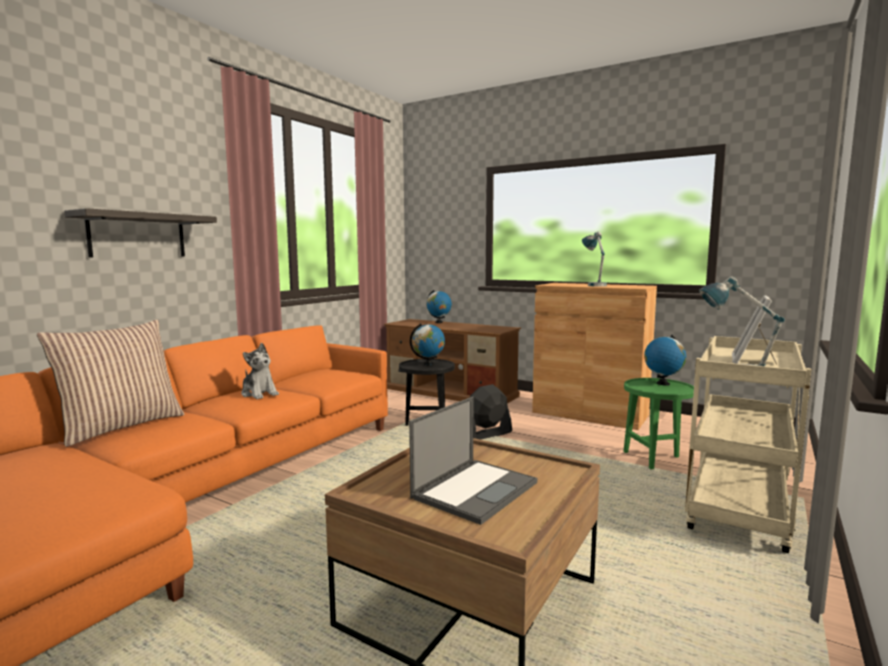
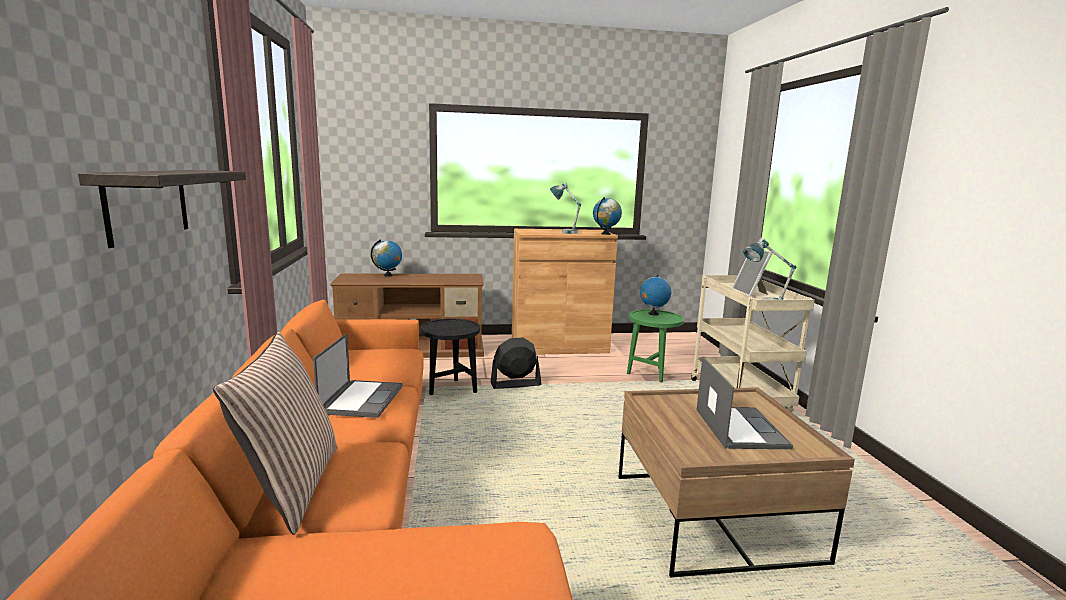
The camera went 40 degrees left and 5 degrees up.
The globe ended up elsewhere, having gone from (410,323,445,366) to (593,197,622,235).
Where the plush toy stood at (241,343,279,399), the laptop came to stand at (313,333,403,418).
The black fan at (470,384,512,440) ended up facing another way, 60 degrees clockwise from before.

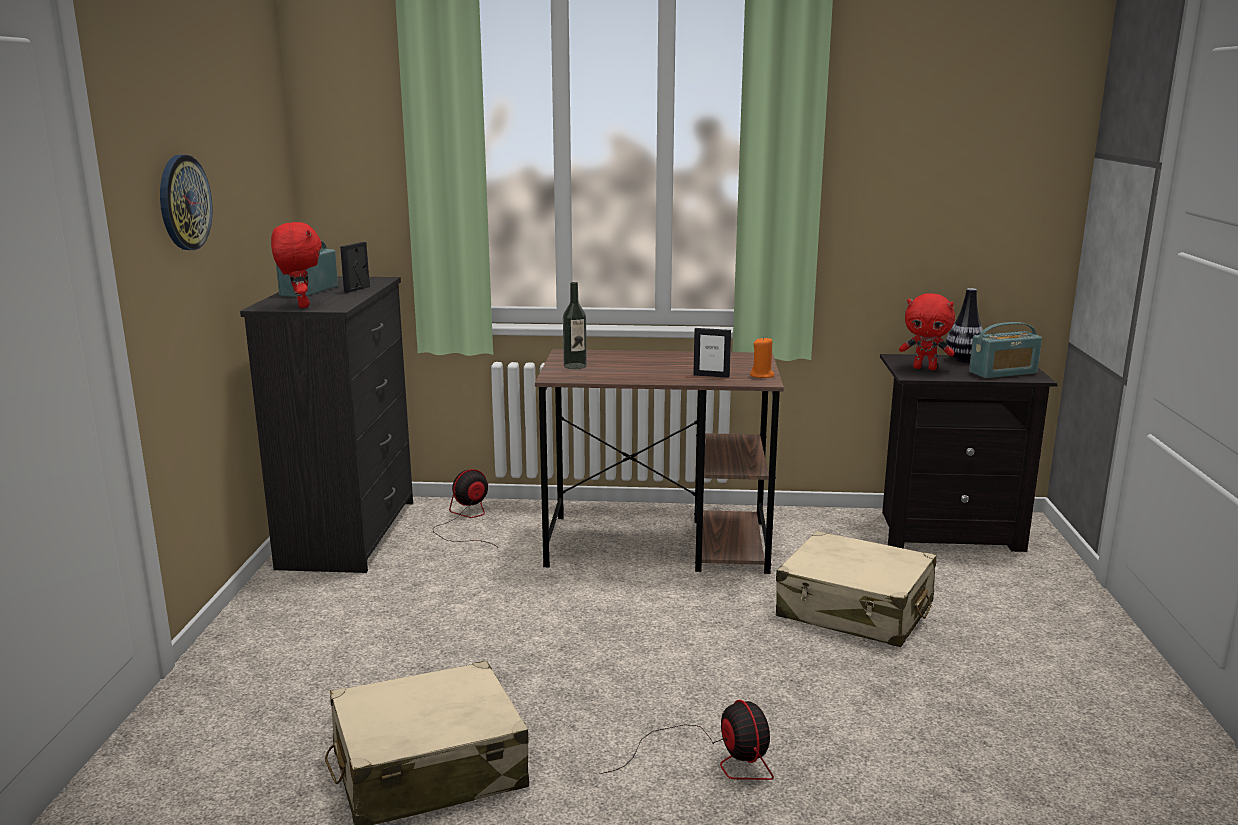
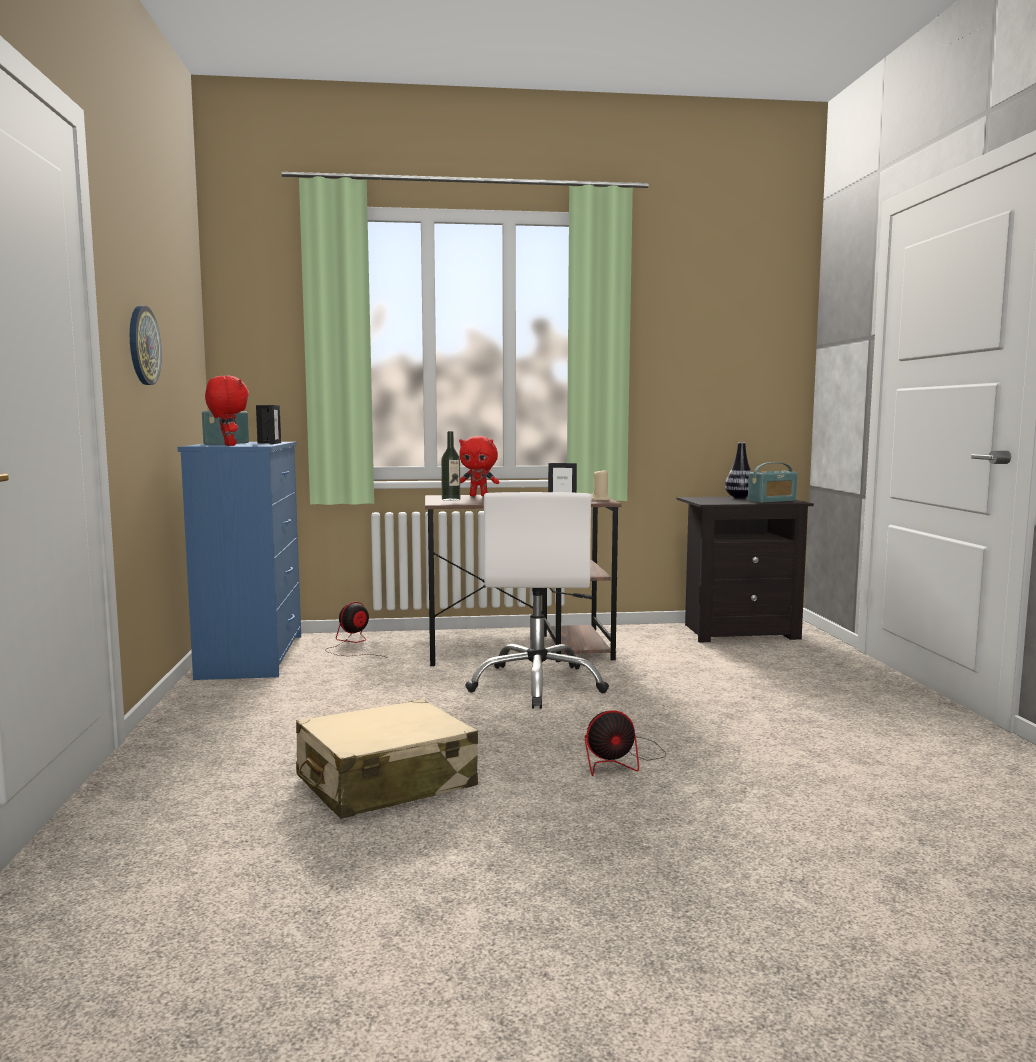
The camera went 10 degrees left and 10 degrees down.
The second view lost the sand-coloured travel case at (776,531,936,647).
The second view gained the standing frame at (268,405,281,444).
The second view gained the white-coloured office chair at (465,492,609,709).
The red plush toy ended up elsewhere, having gone from (899,293,955,370) to (459,436,499,496).
What was the black dresser at (240,276,413,573) turned into the blue-coloured dresser at (177,442,301,680).
What was the orange-coloured wax candle at (750,337,774,378) turned into the sand-coloured wax candle at (592,470,610,501).
The fan at (599,700,774,780) ended up facing another way, 105 degrees clockwise from before.

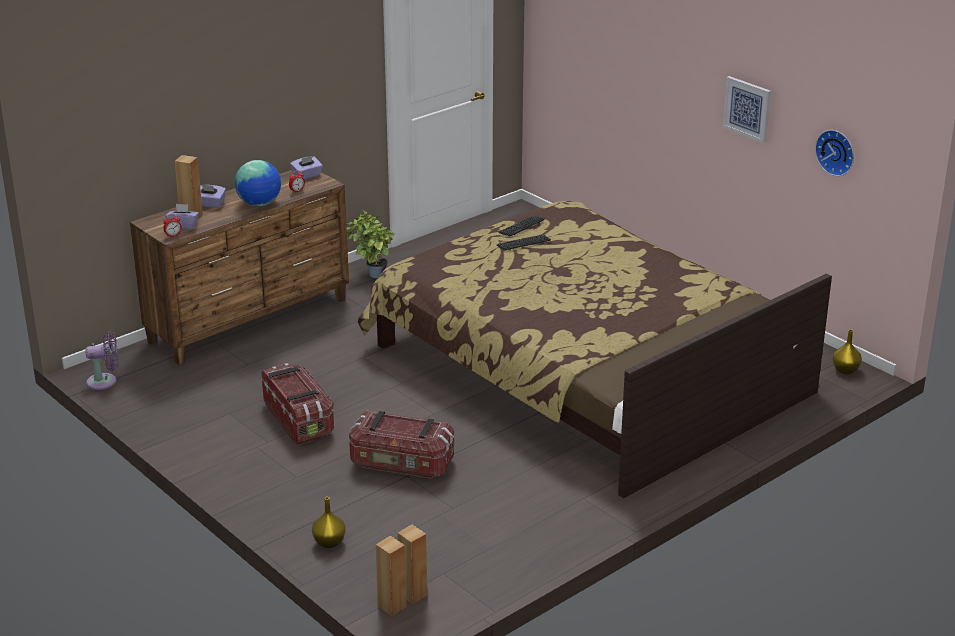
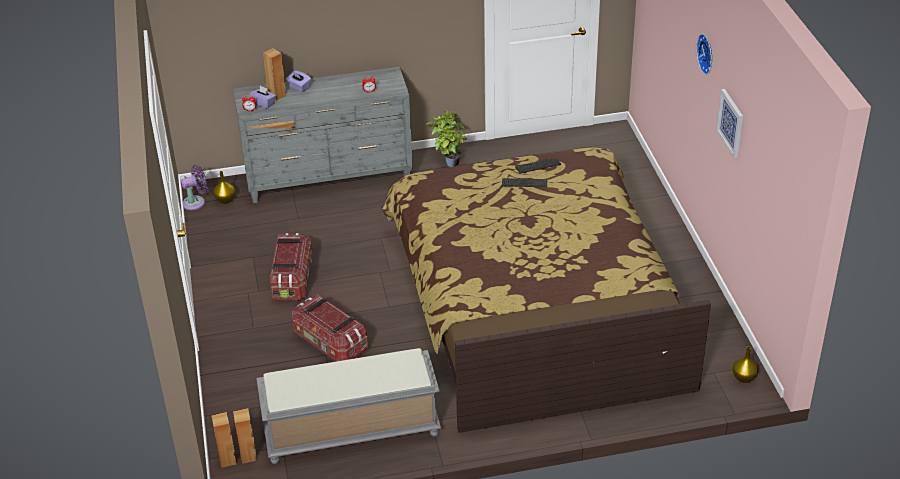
The camera went 30 degrees right and 10 degrees up.
The second view lost the globe at (235,160,281,206).
The second view lost the purple box of tissues at (290,156,323,180).
The second view gained the grey long seat at (256,348,441,464).
The yellowish flower vase ended up elsewhere, having gone from (312,497,346,548) to (213,171,235,204).
The clock on the wall ended up elsewhere, having gone from (815,130,854,176) to (696,34,712,75).
What was the brown-coloured dresser at (130,170,349,365) turned into the grey dresser at (233,67,413,203).
The purple fan at (85,331,118,390) ended up facing another way, 45 degrees counterclockwise from before.

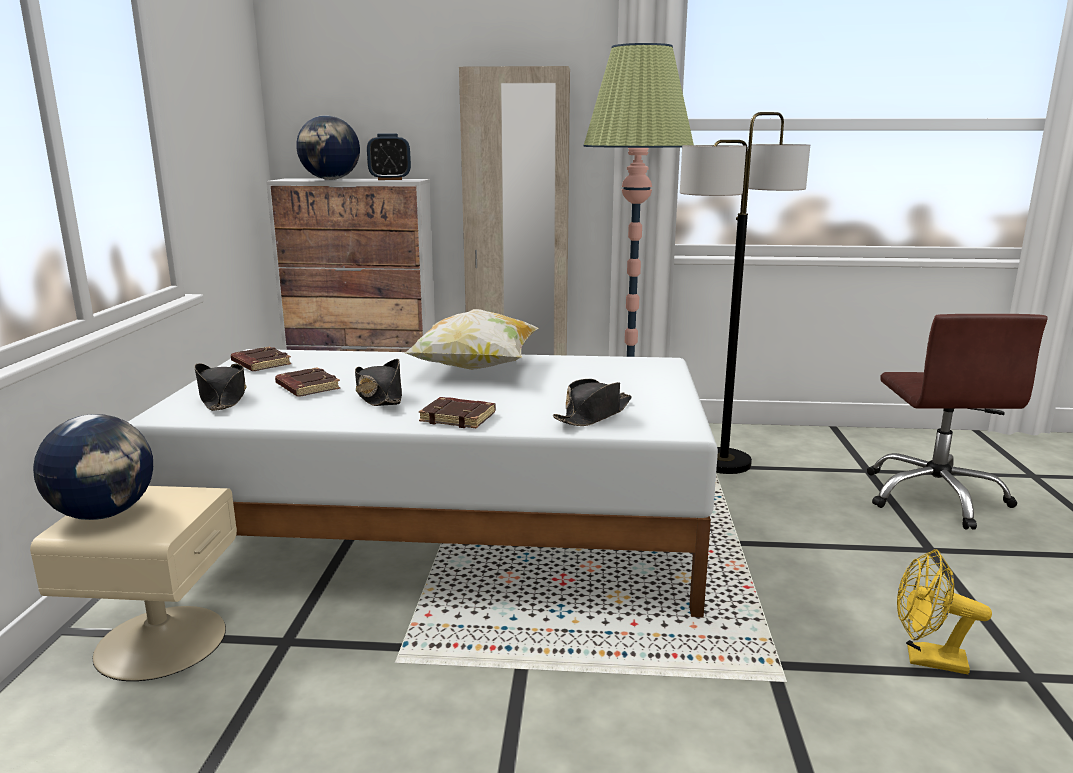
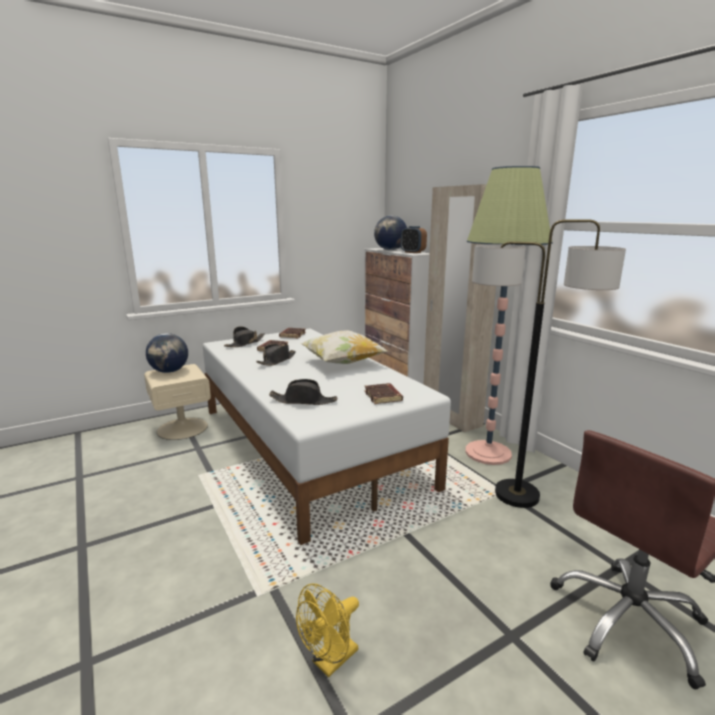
The camera went 55 degrees right and 0 degrees up.
The brown-coloured book ended up elsewhere, having gone from (419,397,496,428) to (364,383,403,404).
The yellowish fan at (897,549,992,674) ended up facing another way, 120 degrees counterclockwise from before.

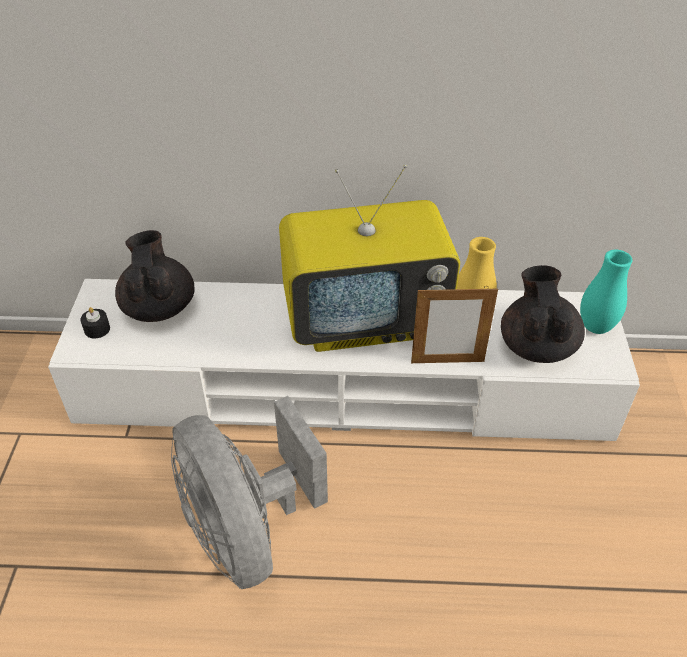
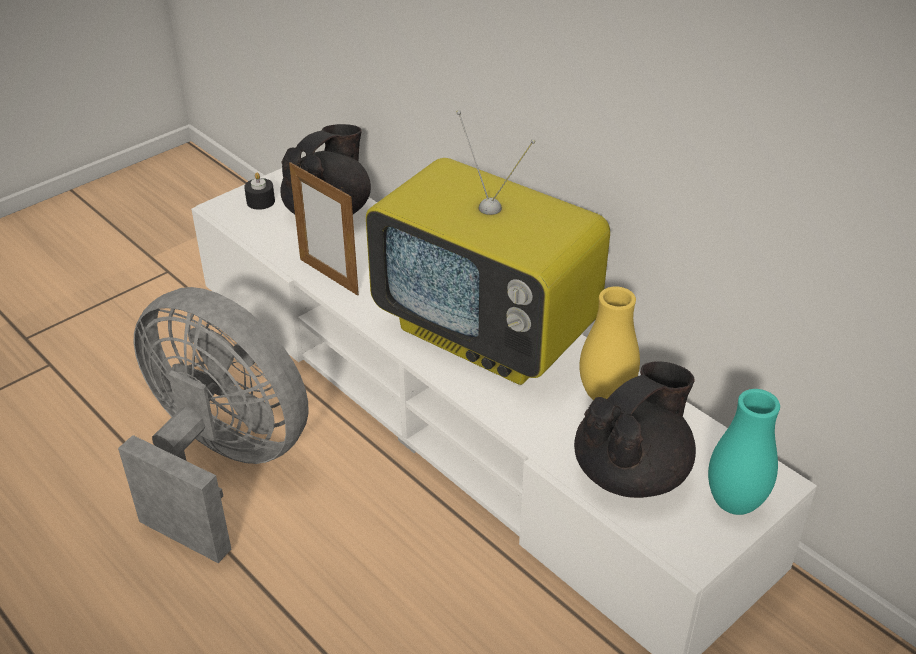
The camera went 45 degrees right and 5 degrees down.
The standing frame ended up elsewhere, having gone from (411,287,498,363) to (289,162,359,296).
The grey fan at (171,396,328,589) ended up facing another way, 105 degrees clockwise from before.

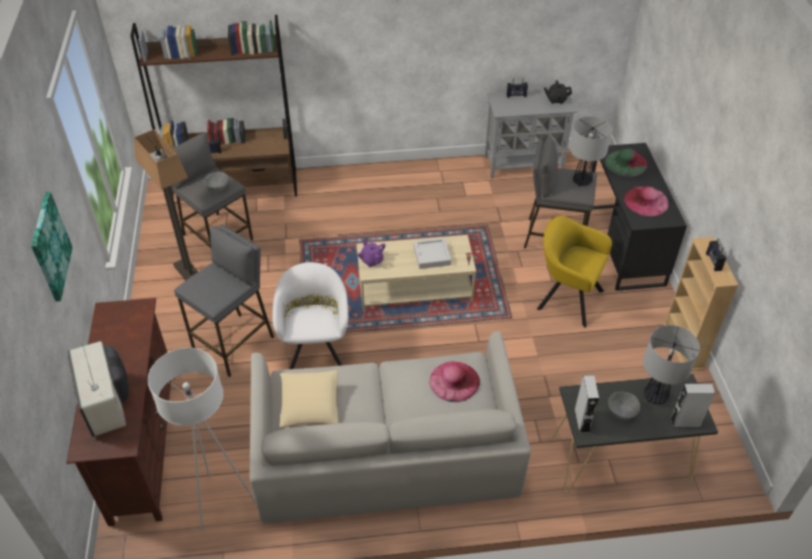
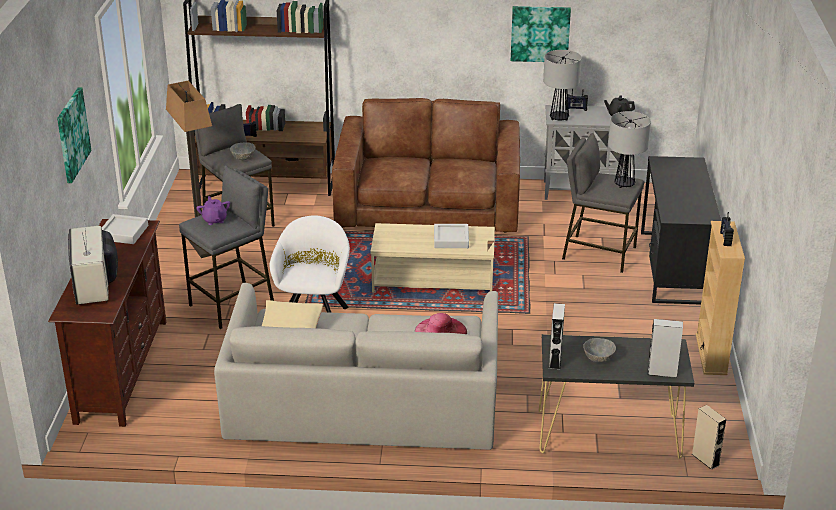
The camera went 10 degrees right and 15 degrees down.
The second view lost the white-coloured standard lamp at (148,348,257,532).
The second view lost the yellowish armchair at (537,216,612,327).
The second view lost the green wearable hat at (606,148,648,177).
The second view lost the pink-coloured wearable hat at (624,186,669,216).
The second view gained the grey tray at (102,214,148,244).
The second view gained the brown-coloured settee at (332,98,520,232).
The second view gained the wall art at (511,6,571,62).
The second view gained the sand-coloured audio speaker at (692,405,726,470).
The purple tea pot ended up elsewhere, having gone from (358,239,385,267) to (196,196,230,225).
The table lamp ended up elsewhere, having gone from (643,325,700,404) to (543,50,582,121).

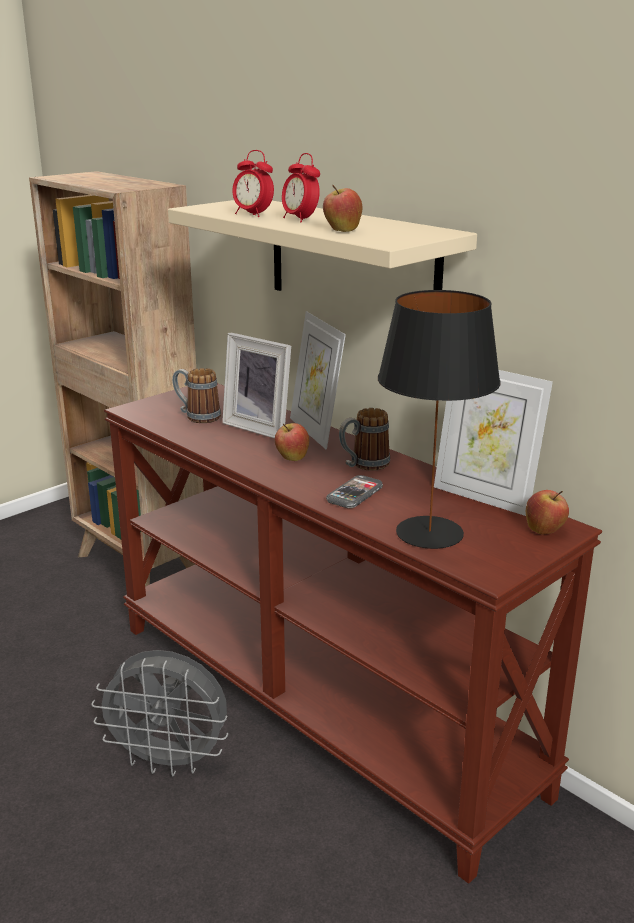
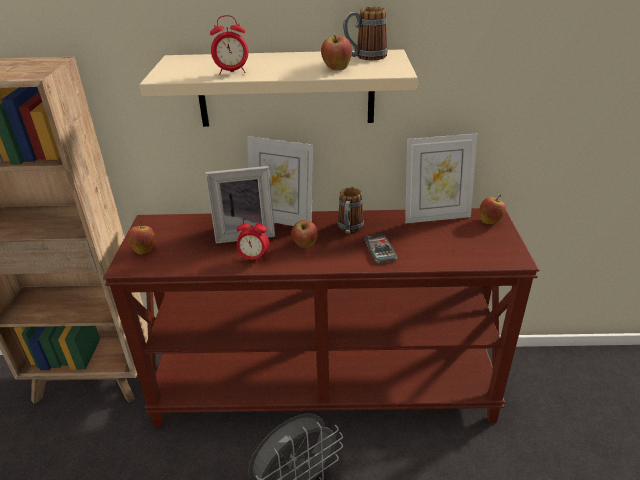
The camera went 45 degrees left and 10 degrees up.
The second view lost the black table lamp at (378,290,501,549).
The second view gained the whole apple at (128,221,155,254).
The coffee mug ended up elsewhere, having gone from (172,368,221,423) to (343,7,388,60).
The bedside clock ended up elsewhere, having gone from (282,153,320,222) to (237,216,269,263).

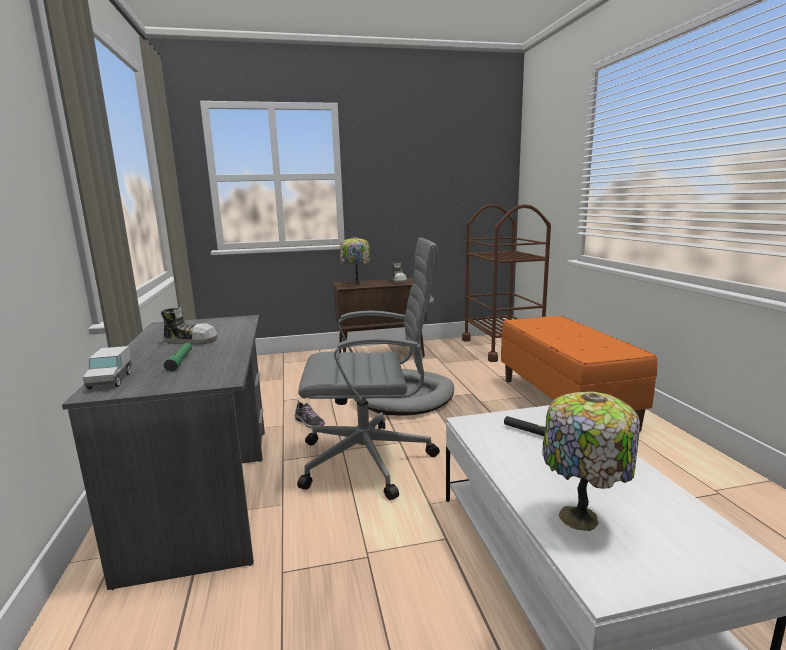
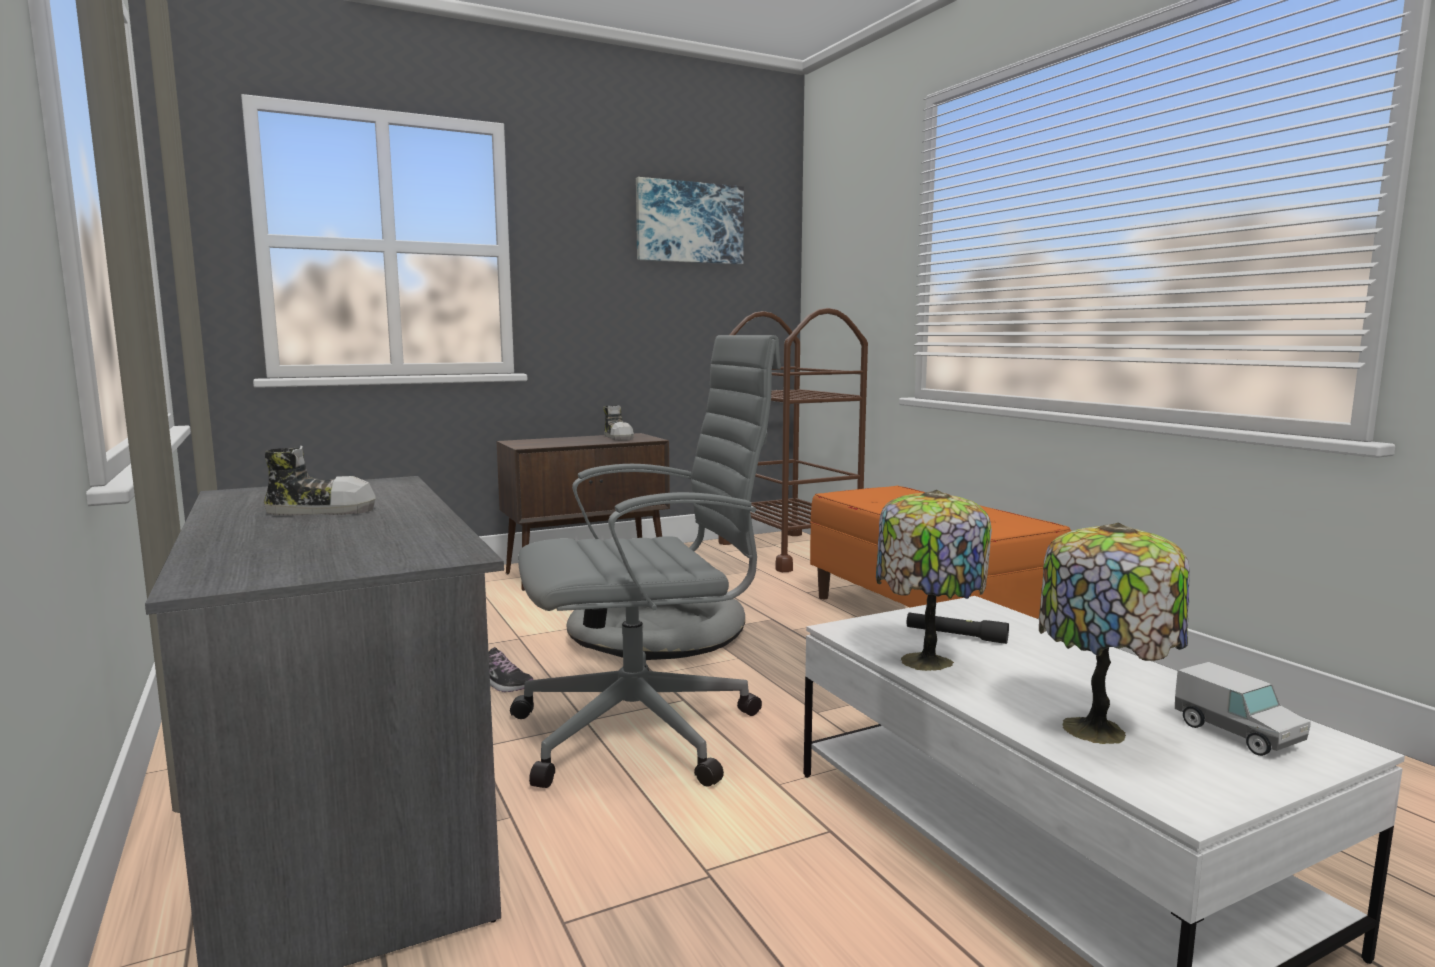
The camera went 15 degrees left and 5 degrees down.
The second view lost the green torch at (164,343,192,372).
The second view gained the wall art at (636,177,744,264).
The toy truck ended up elsewhere, having gone from (83,346,132,390) to (1175,662,1311,756).
The table lamp ended up elsewhere, having gone from (340,237,370,286) to (876,490,992,671).

